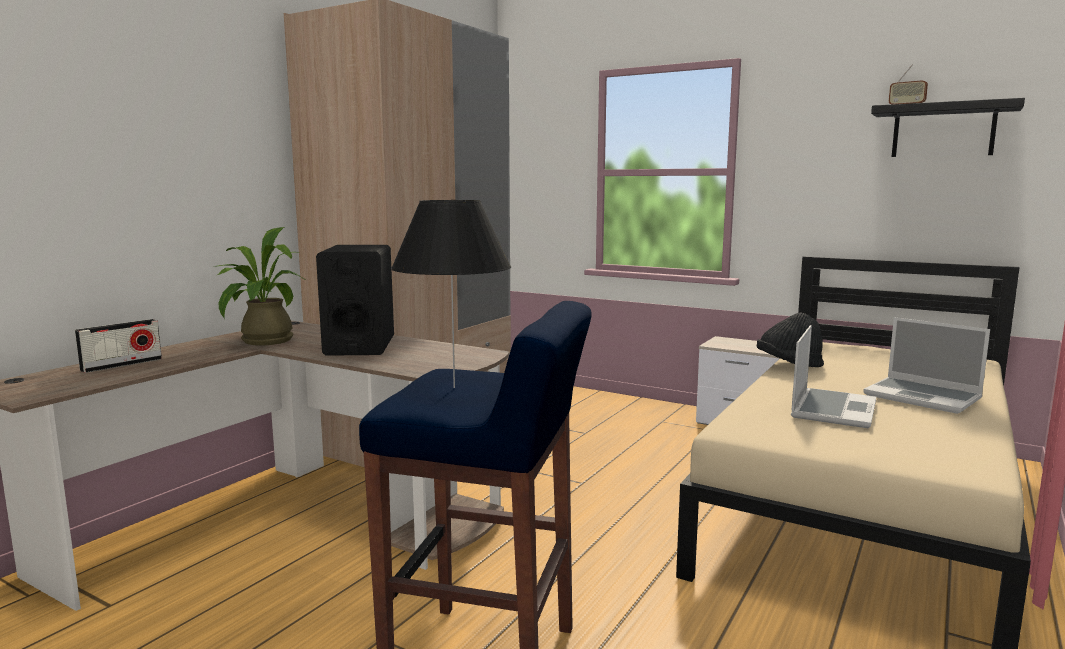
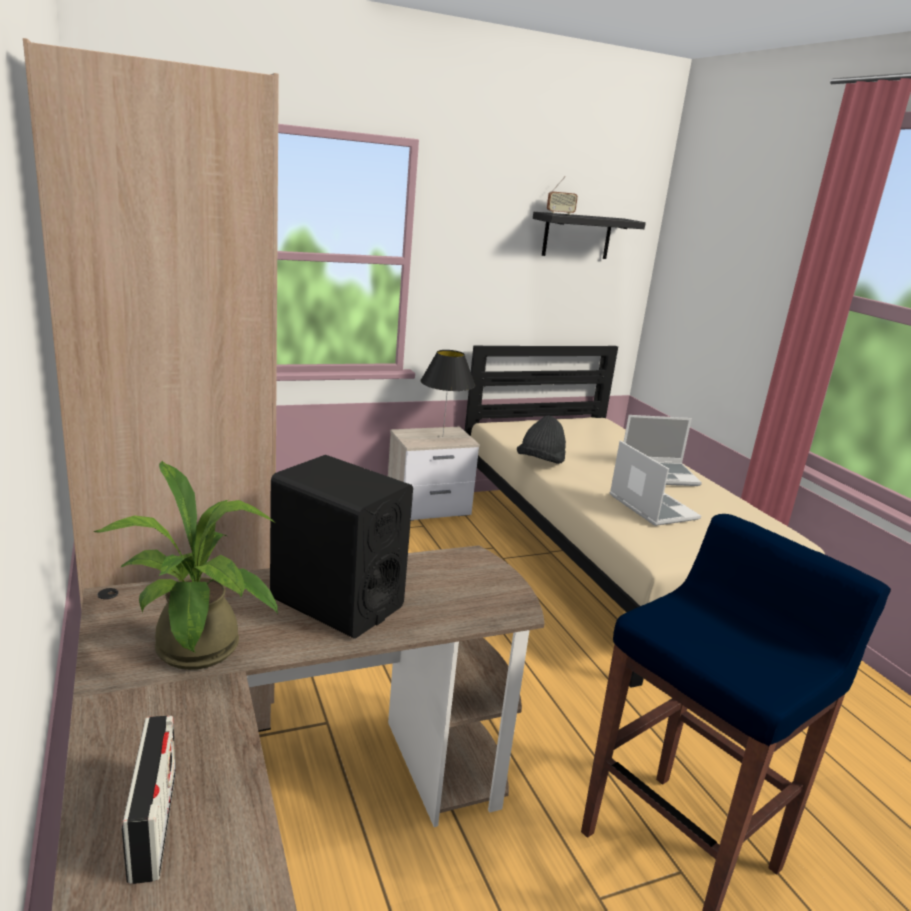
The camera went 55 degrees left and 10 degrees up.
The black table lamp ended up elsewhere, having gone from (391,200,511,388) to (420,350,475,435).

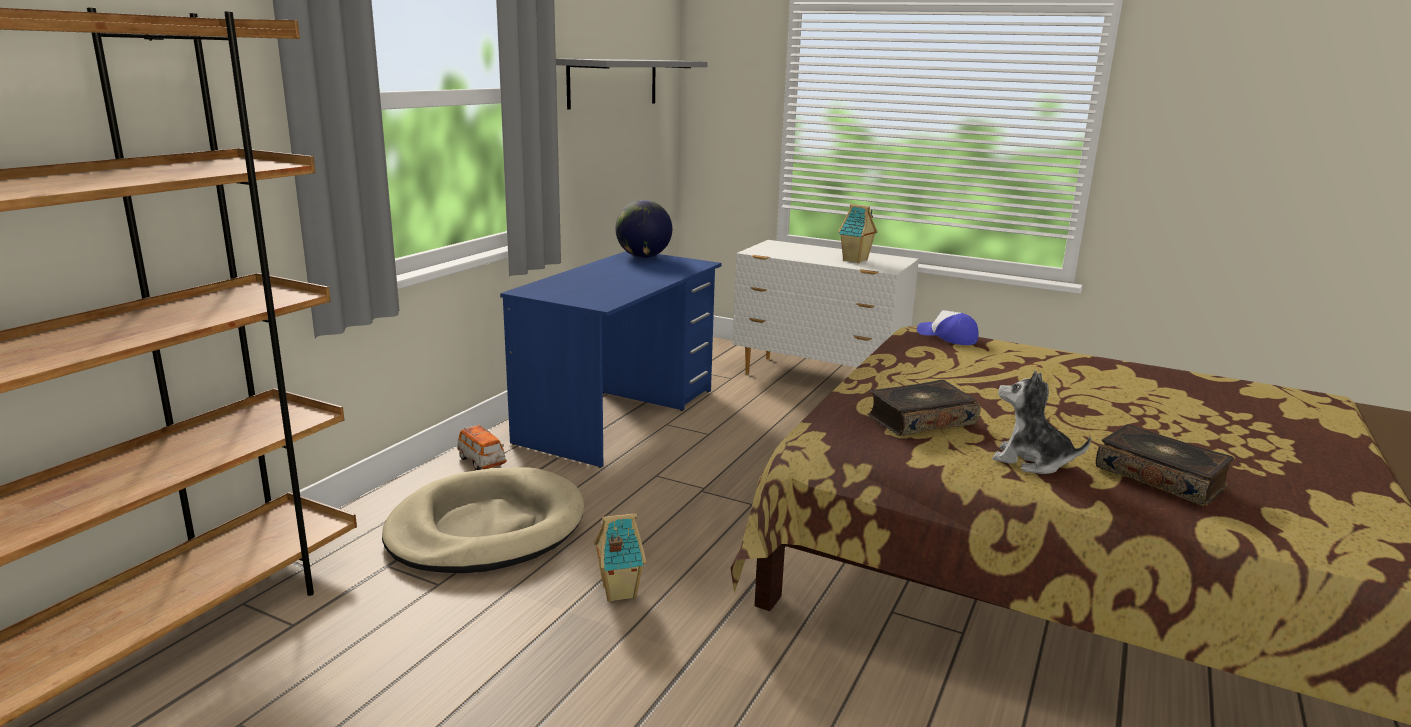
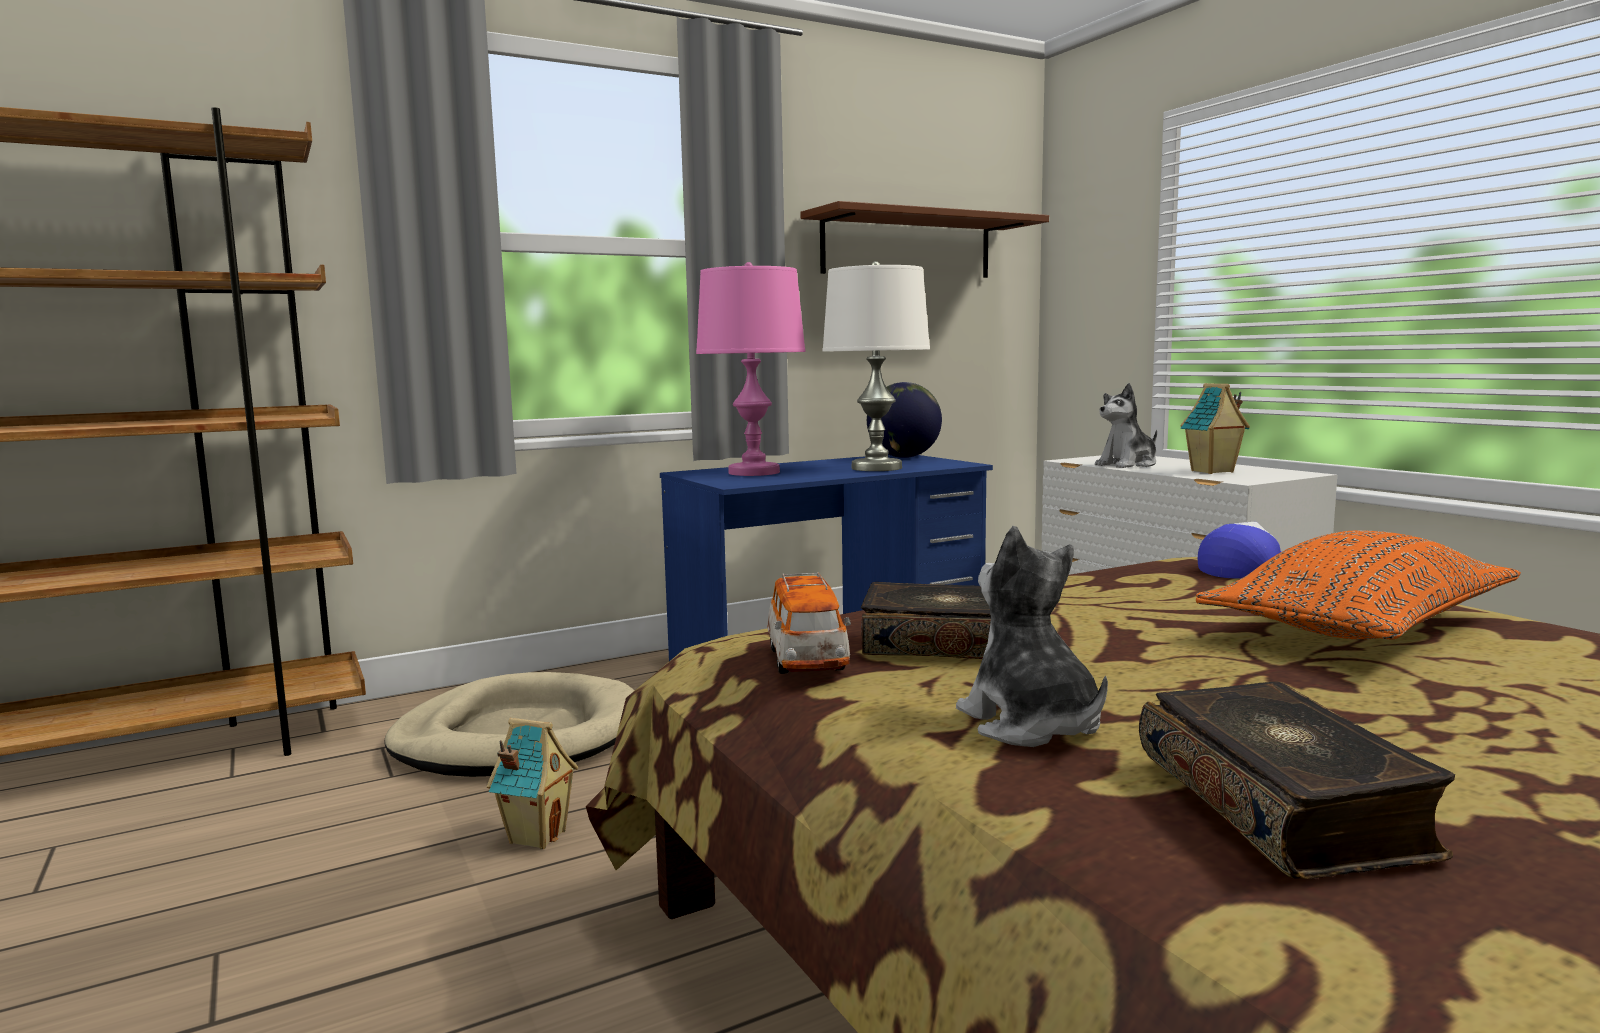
The camera went 35 degrees right and 10 degrees down.
The second view gained the pink-coloured table lamp at (696,262,806,476).
The second view gained the white-coloured table lamp at (822,261,930,471).
The second view gained the plush toy at (1095,383,1157,468).
The second view gained the orange-coloured cushion at (1196,530,1521,640).
The model car ended up elsewhere, having gone from (457,424,506,470) to (767,572,851,674).
What was the grey wall shelf at (556,59,708,110) turned into the brown-coloured wall shelf at (800,201,1049,278).
The cap at (917,310,979,345) ended up facing another way, 60 degrees clockwise from before.

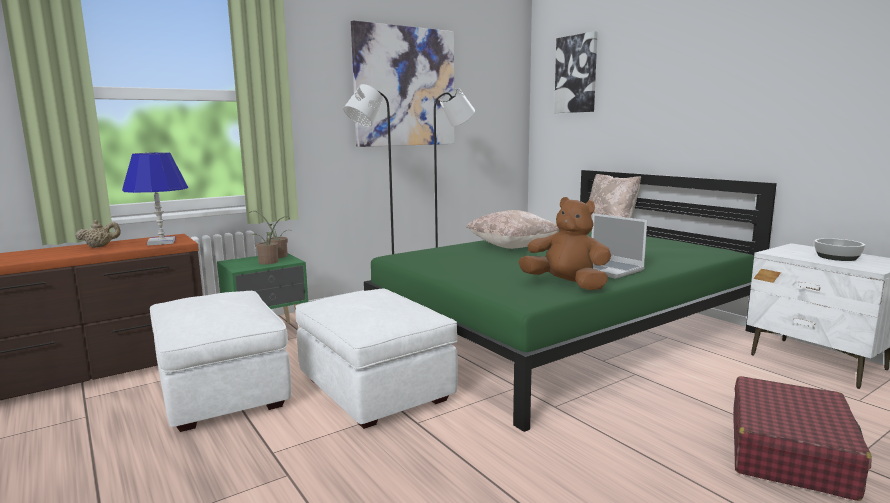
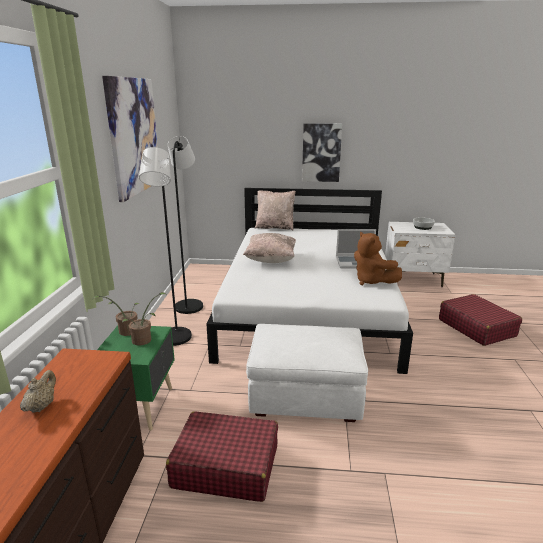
The camera went 50 degrees left and 10 degrees up.
The second view lost the blue-coloured table lamp at (122,152,188,246).
The wall art ended up elsewhere, having gone from (554,31,598,113) to (302,123,342,182).
Where the white-coloured footrest stood at (150,291,291,432), the red travel case came to stand at (166,411,278,502).
What was the green sleeping bed at (364,170,777,432) turned into the white-coloured sleeping bed at (206,188,413,374).
The brown-coloured plush toy at (518,197,611,290) ended up facing another way, 105 degrees counterclockwise from before.

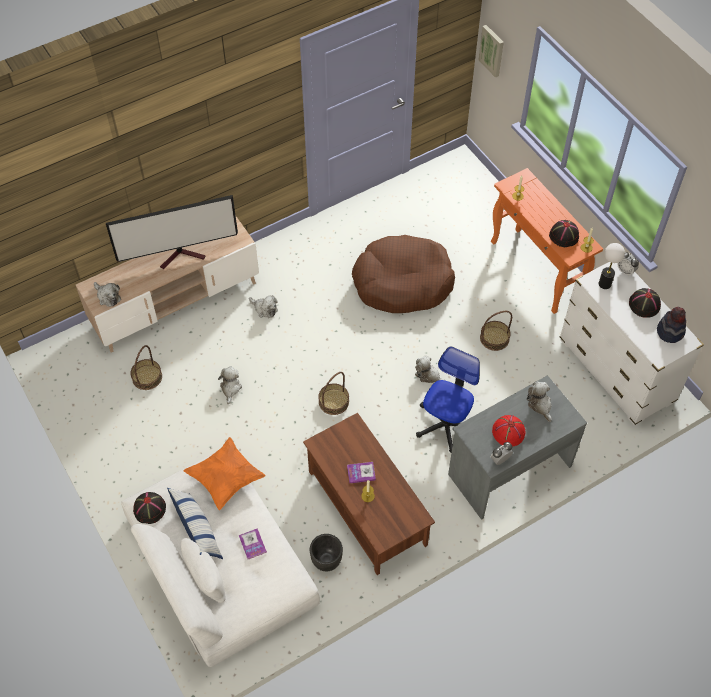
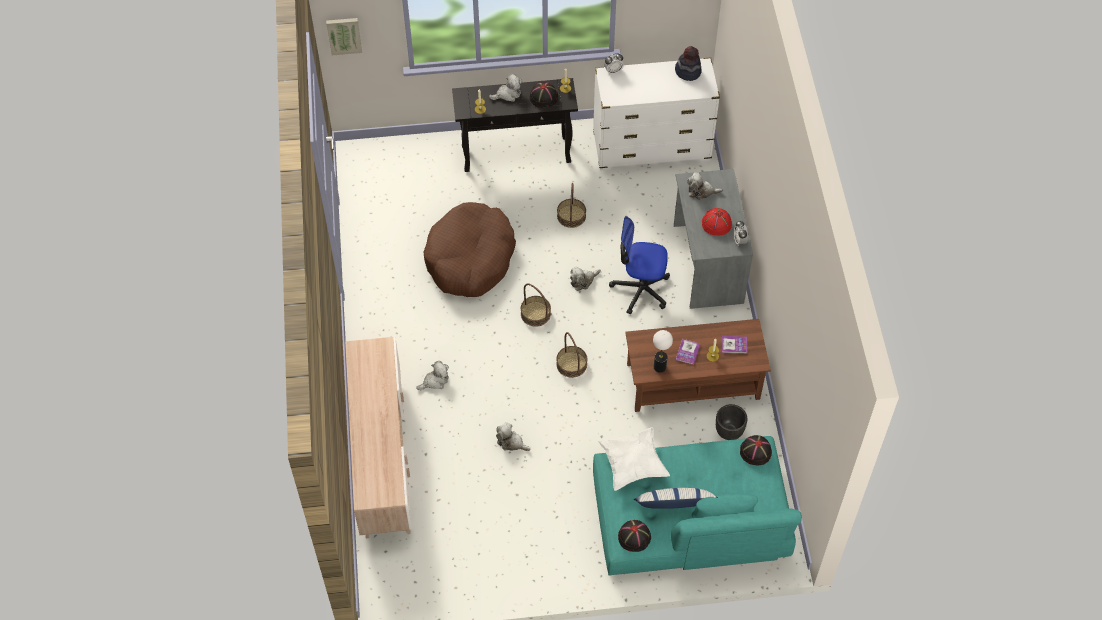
The camera went 65 degrees left and 0 degrees up.
The second view lost the television at (106,195,238,269).
The plush toy ended up elsewhere, having gone from (94,282,121,307) to (489,74,522,102).
The storage basket ended up elsewhere, having gone from (130,345,162,390) to (521,283,551,327).
The book ended up elsewhere, having gone from (239,528,267,559) to (722,336,747,354).
The table lamp ended up elsewhere, having gone from (599,243,625,289) to (653,330,673,373).
The black wearable hat ended up elsewhere, having gone from (629,288,661,318) to (740,435,772,465).
What was the white-coloured settee at (121,451,320,667) turned into the blue-green settee at (593,436,802,576).
What was the orange-coloured cushion at (183,437,266,510) turned into the white-coloured cushion at (598,427,670,491).
What was the orange-coloured narrow table at (491,168,603,314) turned into the black narrow table at (452,78,578,172).
The office chair at (416,347,480,453) ended up facing another way, 45 degrees counterclockwise from before.

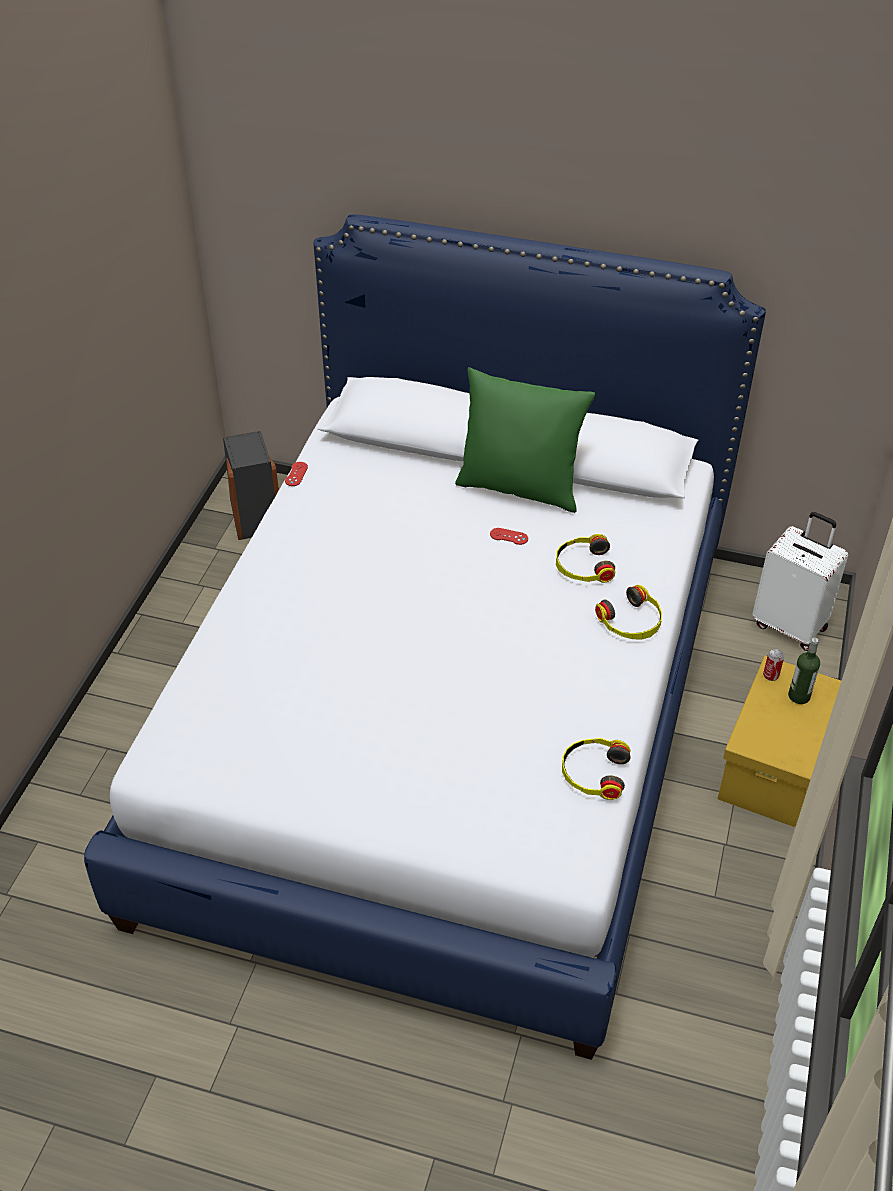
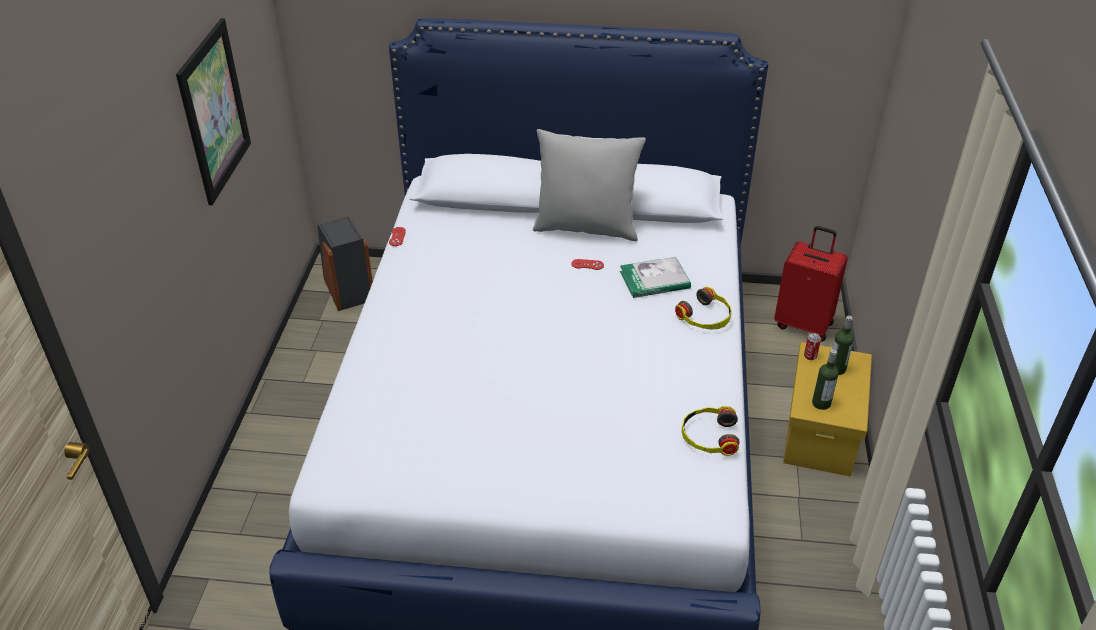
The camera went 10 degrees left and 5 degrees down.
The second view gained the wall art at (176,18,251,205).
The second view gained the bottle at (812,349,839,410).
Where the headphones stood at (556,534,615,583), the book came to stand at (620,257,691,298).
What was the green cushion at (455,367,595,513) turned into the grey cushion at (533,129,646,241).
What was the white-coloured travel case at (752,512,848,651) turned into the red travel case at (774,226,848,342).

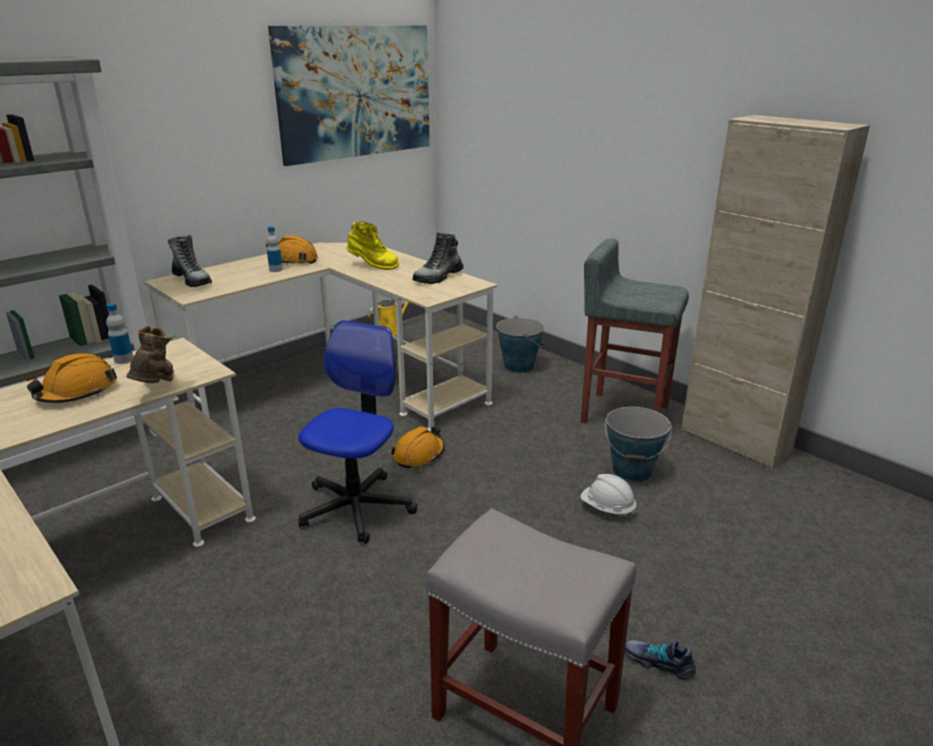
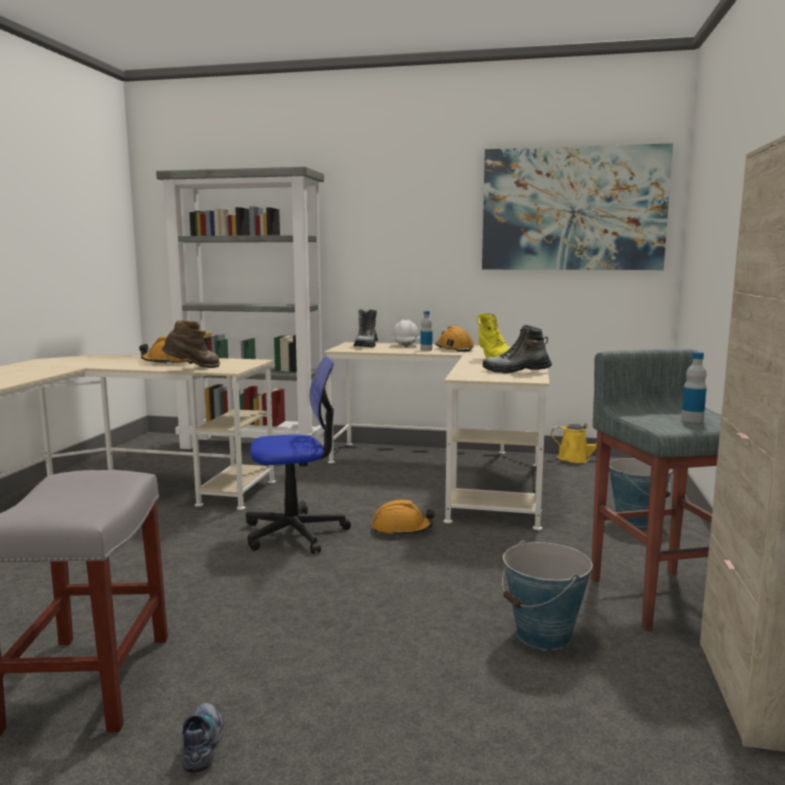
The camera went 55 degrees right and 15 degrees down.
The bottle ended up elsewhere, having gone from (106,303,133,364) to (681,352,707,423).
The white-coloured hard hat ended up elsewhere, having gone from (581,474,636,518) to (391,320,420,348).

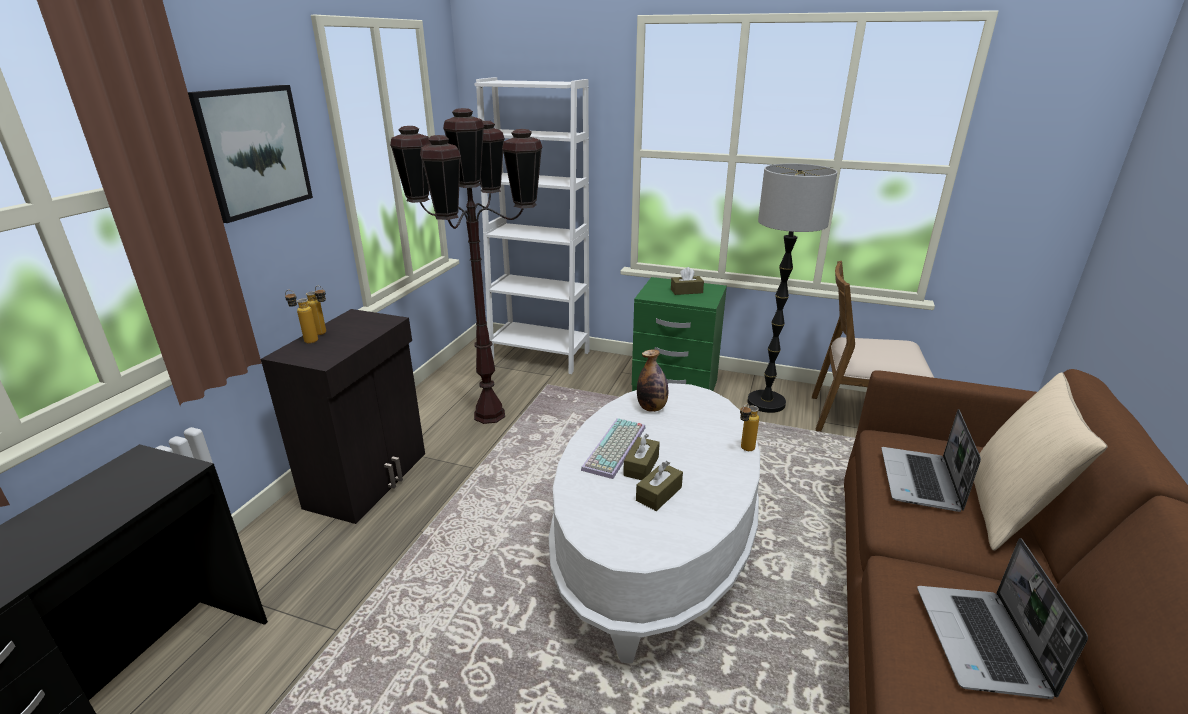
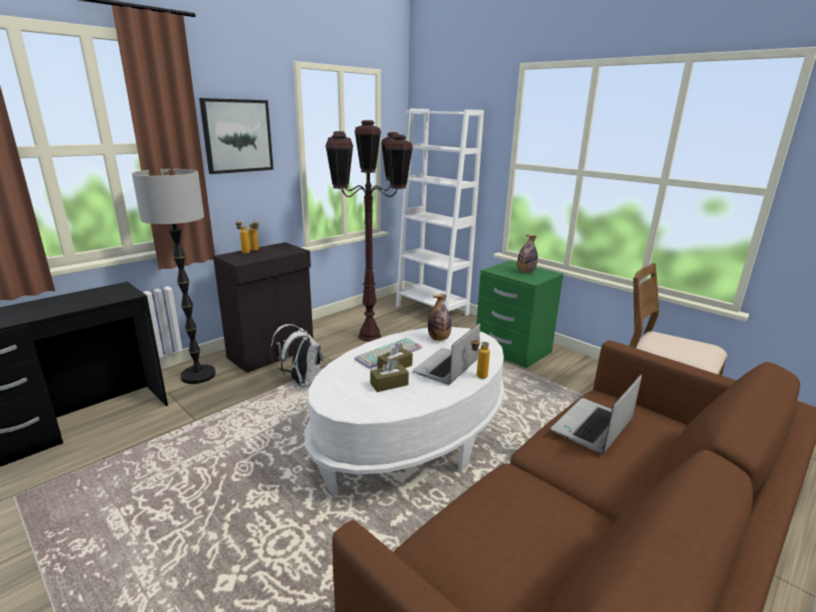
The camera went 25 degrees right and 5 degrees down.
The second view lost the sand-coloured cushion at (974,372,1107,551).
The second view gained the white-coloured rucksack at (270,324,323,388).
The standard lamp ended up elsewhere, having gone from (747,164,837,413) to (132,169,216,384).
The laptop ended up elsewhere, having gone from (917,538,1088,699) to (413,323,480,385).
Where the brown-coloured box of tissues stood at (671,267,704,295), the bottle came to stand at (517,235,538,273).

